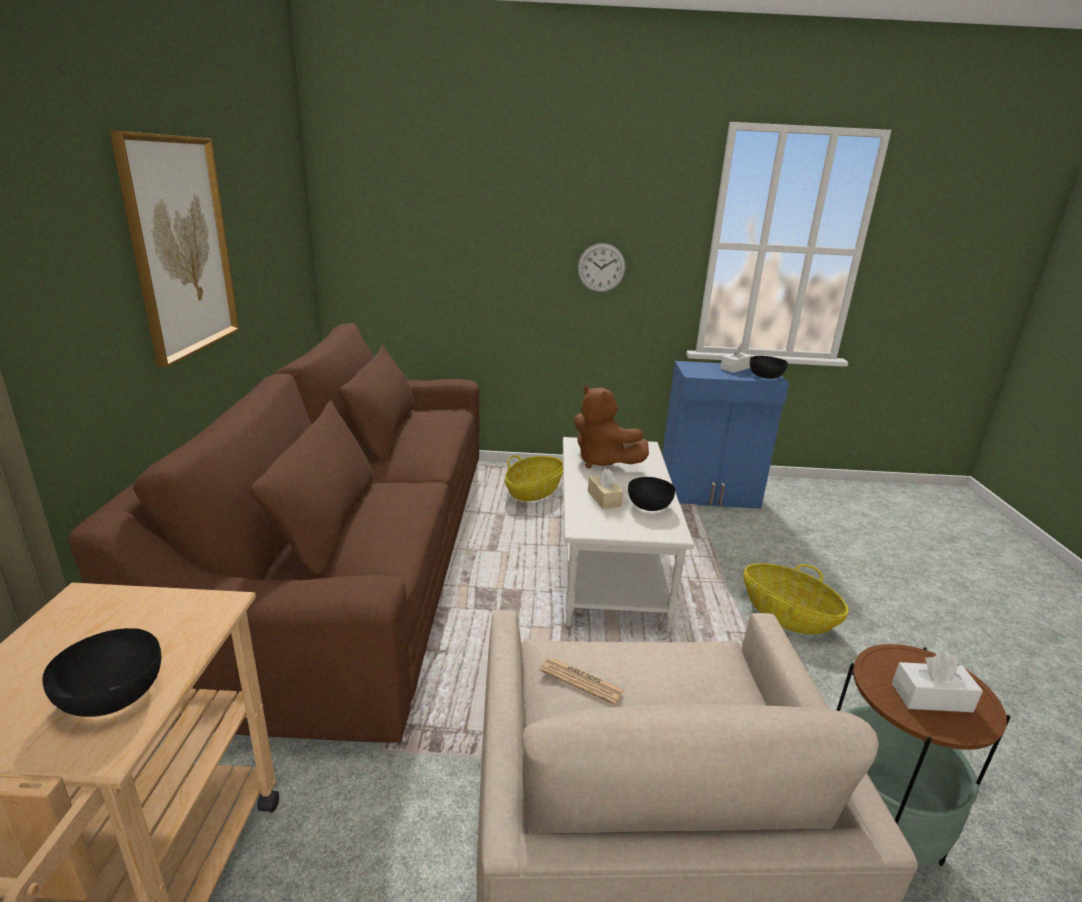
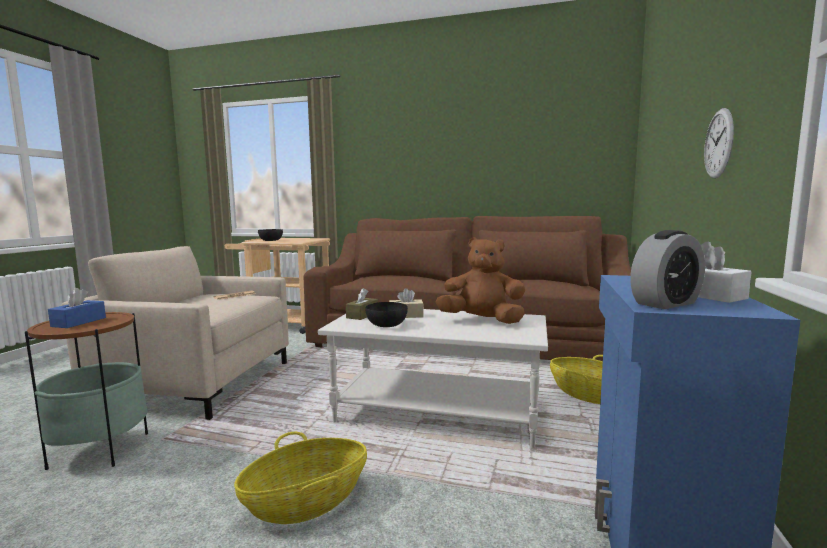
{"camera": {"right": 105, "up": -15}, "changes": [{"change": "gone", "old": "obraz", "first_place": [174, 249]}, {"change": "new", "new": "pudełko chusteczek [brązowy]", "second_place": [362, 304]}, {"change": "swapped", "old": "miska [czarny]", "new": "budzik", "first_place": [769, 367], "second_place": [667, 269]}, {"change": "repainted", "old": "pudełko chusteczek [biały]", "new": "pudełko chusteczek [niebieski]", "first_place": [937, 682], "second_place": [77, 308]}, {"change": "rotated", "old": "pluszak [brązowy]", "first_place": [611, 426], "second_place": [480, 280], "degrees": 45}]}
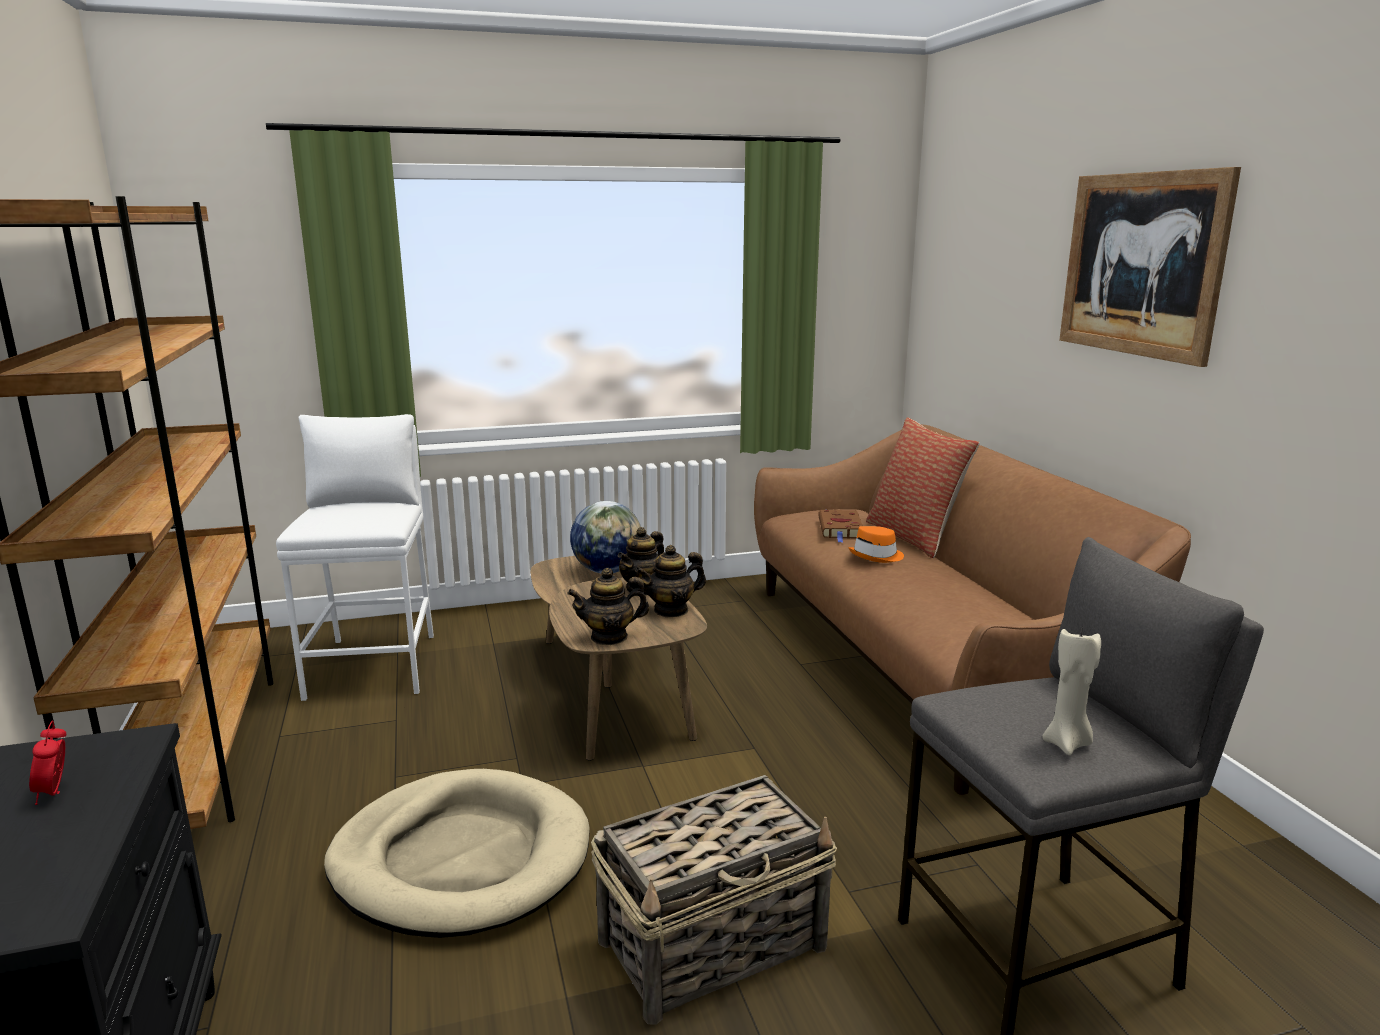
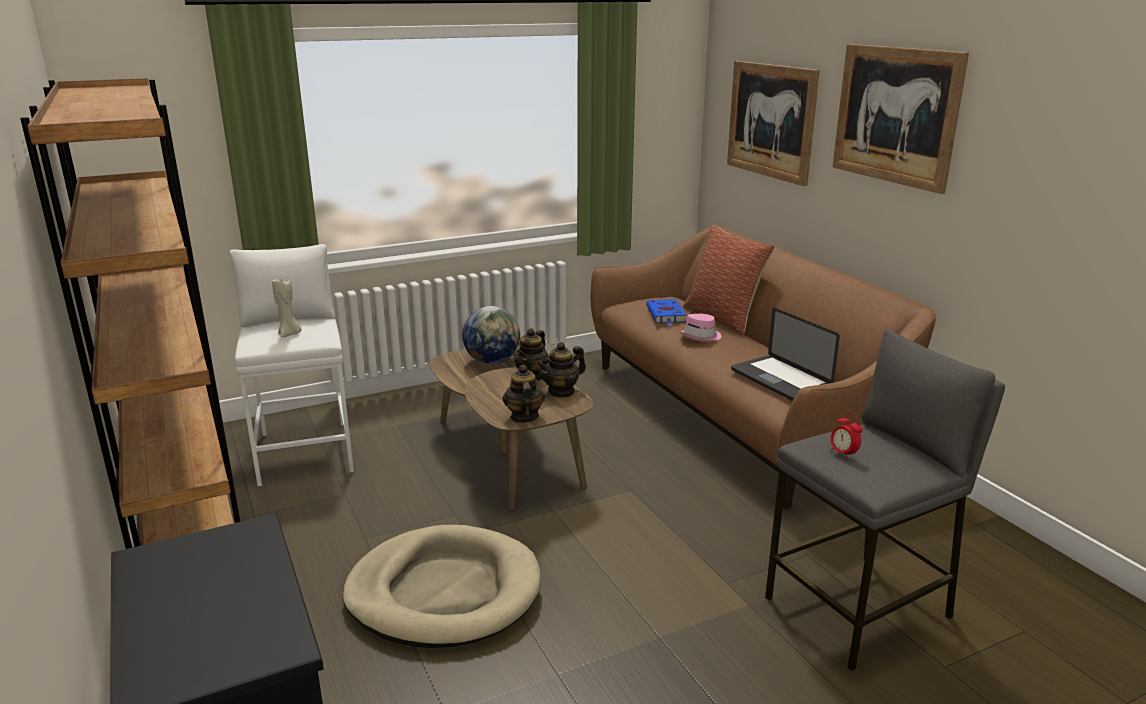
{"camera": {"right": -10, "up": 5}, "changes": [{"change": "gone", "old": "koszyk", "first_place": [714, 900]}, {"change": "new", "new": "obraz", "second_place": [773, 123]}, {"change": "new", "new": "laptop", "second_place": [785, 354]}, {"change": "shifted", "old": "budzik", "first_place": [47, 763], "second_place": [846, 436]}, {"change": "shifted", "old": "świeca [beżowy]", "first_place": [1071, 692], "second_place": [286, 308]}, {"change": "repainted", "old": "książka [brązowy]", "new": "książka [niebieski]", "first_place": [840, 526], "second_place": [666, 313]}, {"change": "repainted", "old": "kapelusz [pomarańczowy]", "new": "kapelusz [różowy]", "first_place": [876, 544], "second_place": [700, 328]}, {"change": "rotated", "old": "imbryk", "first_place": [608, 606], "second_place": [524, 394], "degrees": 105}]}
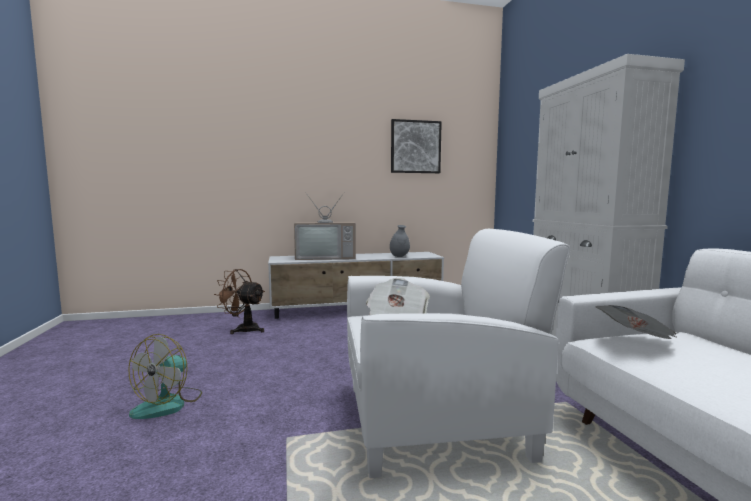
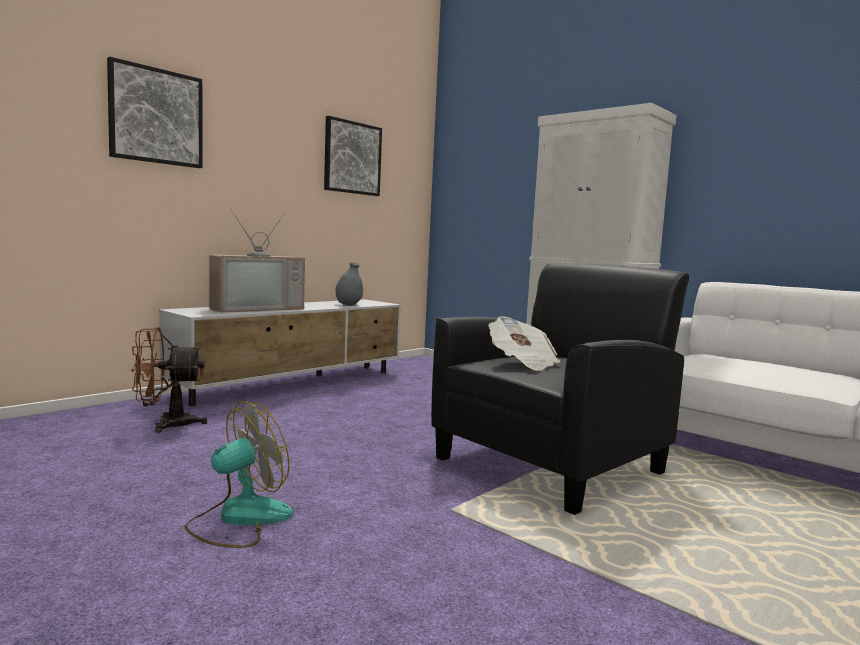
{"camera": {"right": -35, "up": 0}, "changes": [{"change": "gone", "old": "gazeta", "first_place": [635, 322]}, {"change": "new", "new": "obraz", "second_place": [155, 112]}, {"change": "repainted", "old": "fotel [biały]", "new": "fotel [czarny]", "first_place": [458, 353], "second_place": [560, 389]}, {"change": "rotated", "old": "wentylator", "first_place": [165, 376], "second_place": [239, 474], "degrees": -120}]}
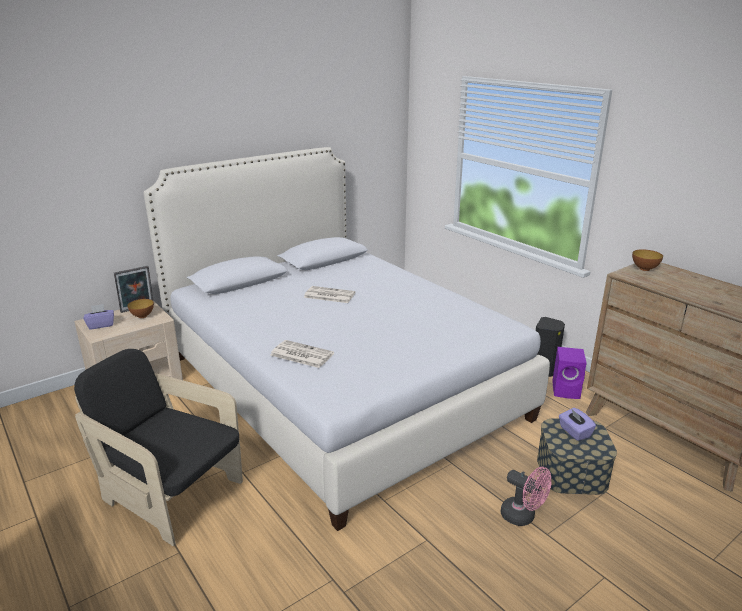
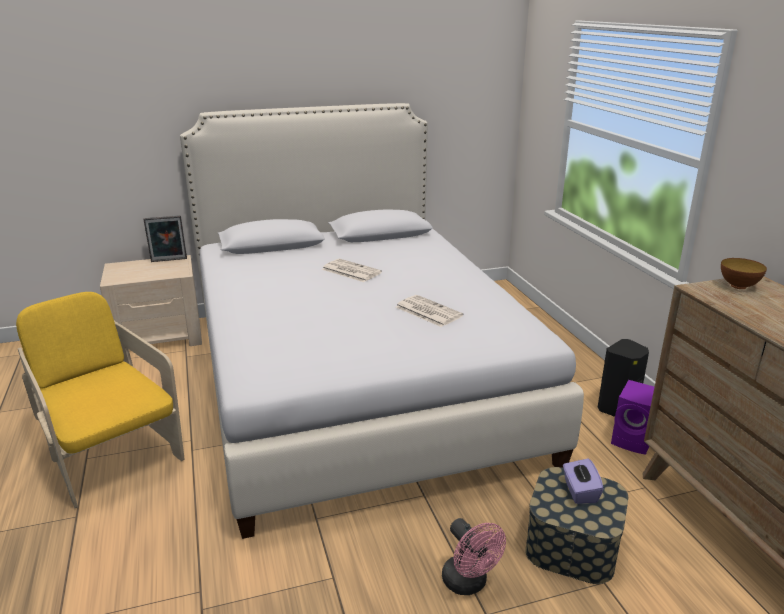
{"camera": {"right": 20, "up": 0}, "changes": [{"change": "gone", "old": "pudełko chusteczek [fioletowy]", "first_place": [99, 317]}, {"change": "gone", "old": "miska", "first_place": [140, 308]}, {"change": "shifted", "old": "gazeta", "first_place": [302, 354], "second_place": [430, 311]}, {"change": "repainted", "old": "fotel [czarny]", "new": "fotel [żółty]", "first_place": [158, 447], "second_place": [100, 400]}]}
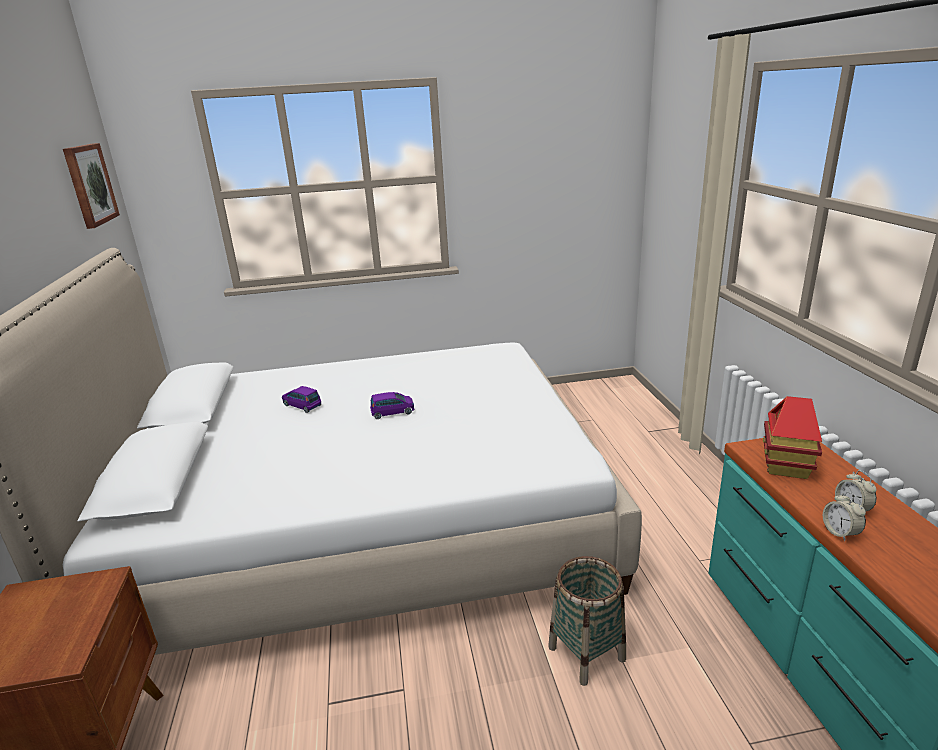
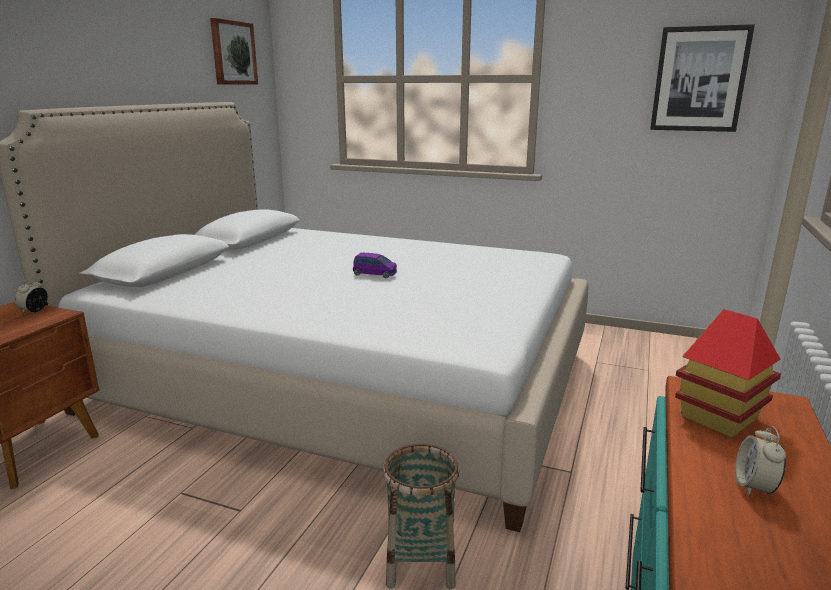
{"camera": {"right": 30, "up": -5}, "changes": [{"change": "gone", "old": "samochodzik [fioletowy]", "first_place": [301, 399]}, {"change": "new", "new": "obraz", "second_place": [702, 78]}, {"change": "shifted", "old": "budzik", "first_place": [844, 516], "second_place": [31, 295]}]}
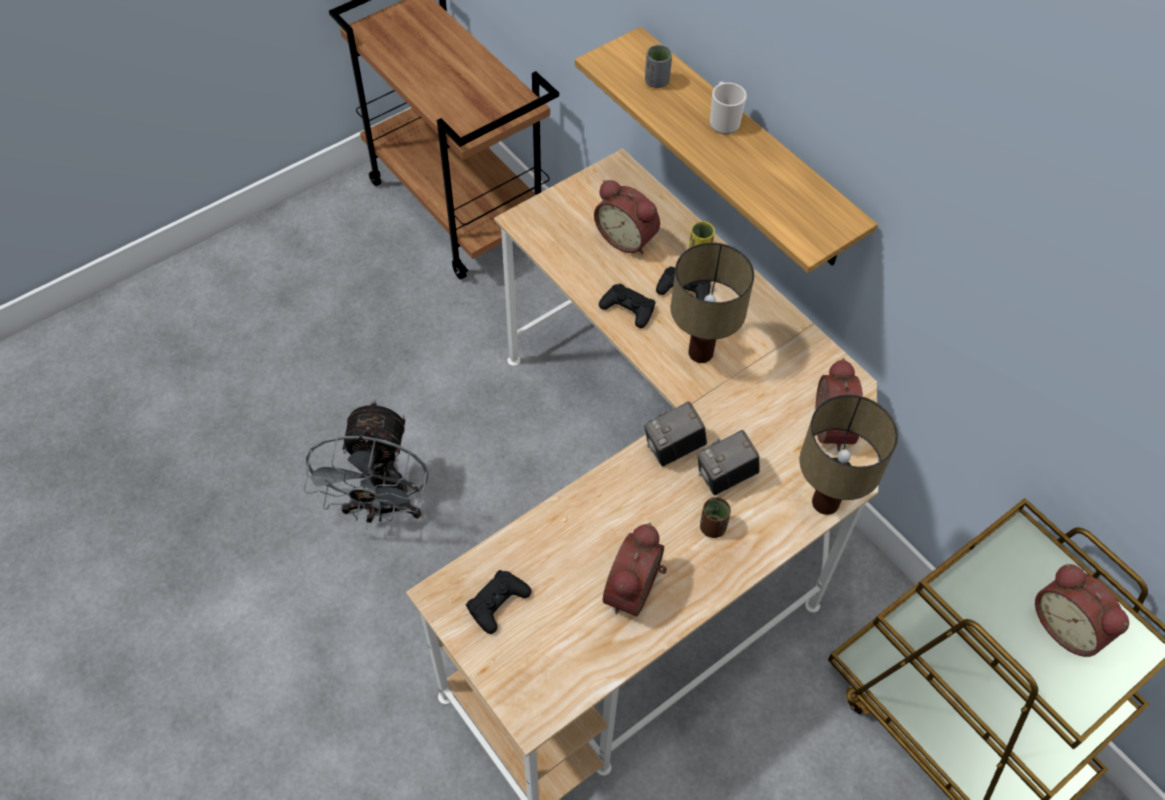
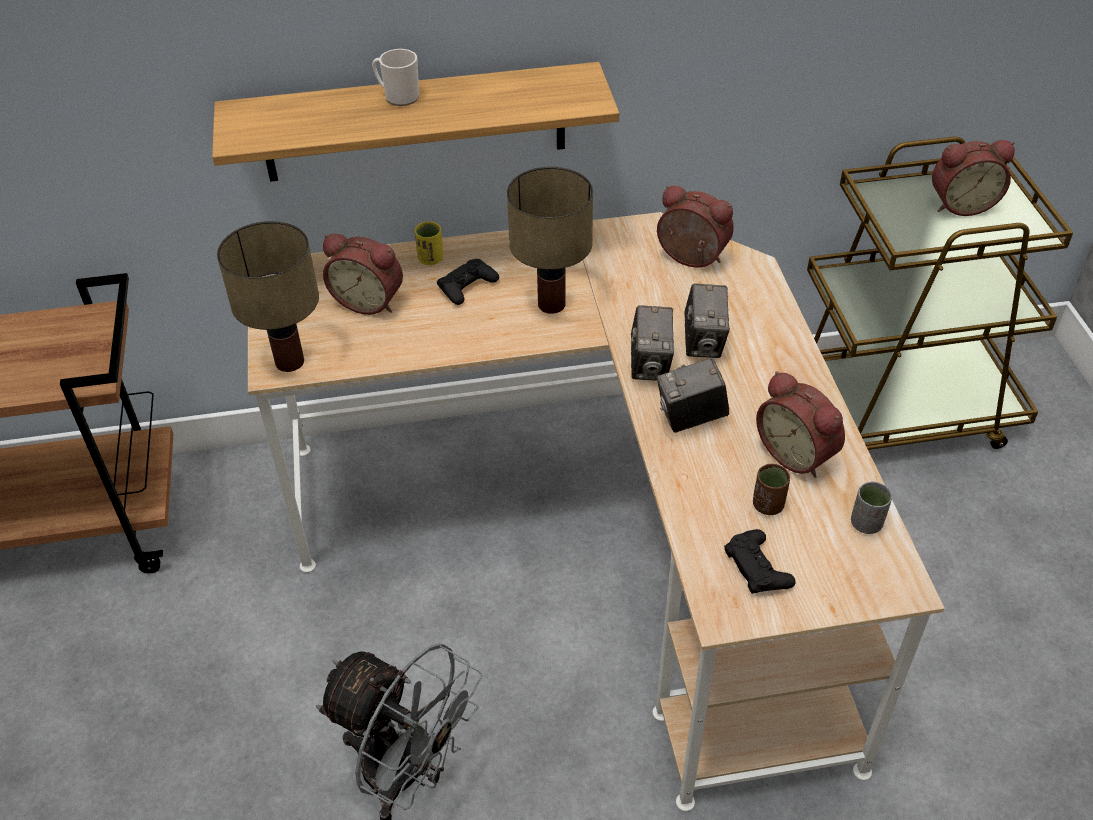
{"camera": {"right": -60, "up": -10}, "changes": [{"change": "gone", "old": "pad do gier [czarny]", "first_place": [627, 306]}, {"change": "new", "new": "aparat fotograficzny", "second_place": [693, 395]}, {"change": "shifted", "old": "filiżanka [szary]", "first_place": [658, 66], "second_place": [871, 507]}, {"change": "shifted", "old": "filiżanka [brązowy]", "first_place": [715, 517], "second_place": [771, 489]}, {"change": "shifted", "old": "lampa stołowa", "first_place": [849, 455], "second_place": [268, 296]}, {"change": "rotated", "old": "budzik", "first_place": [627, 217], "second_place": [363, 274], "degrees": 45}]}
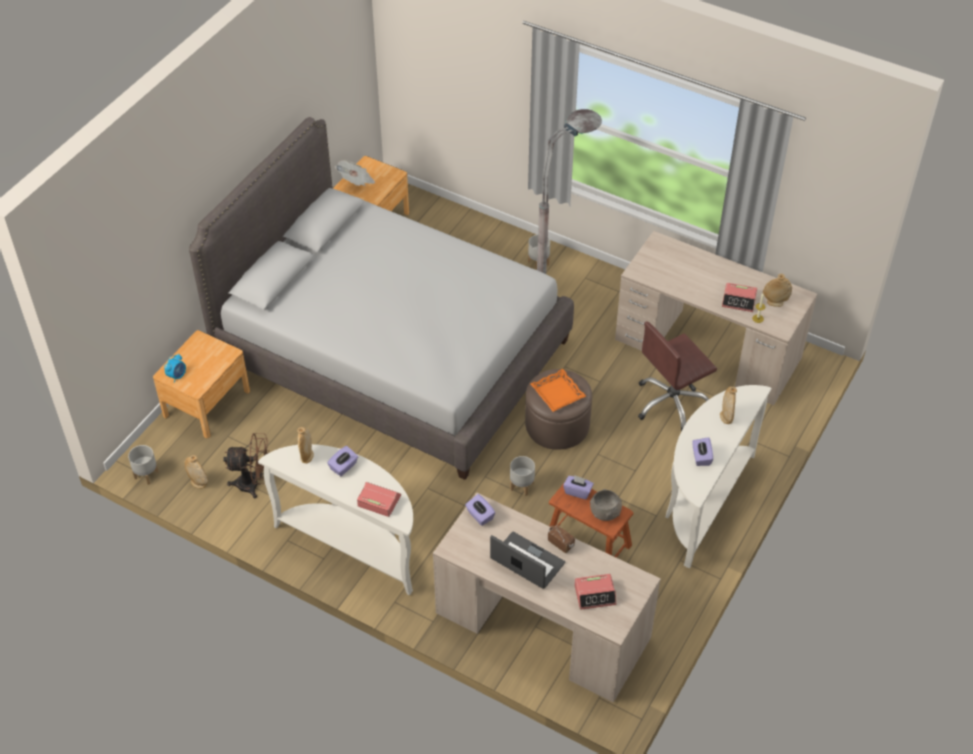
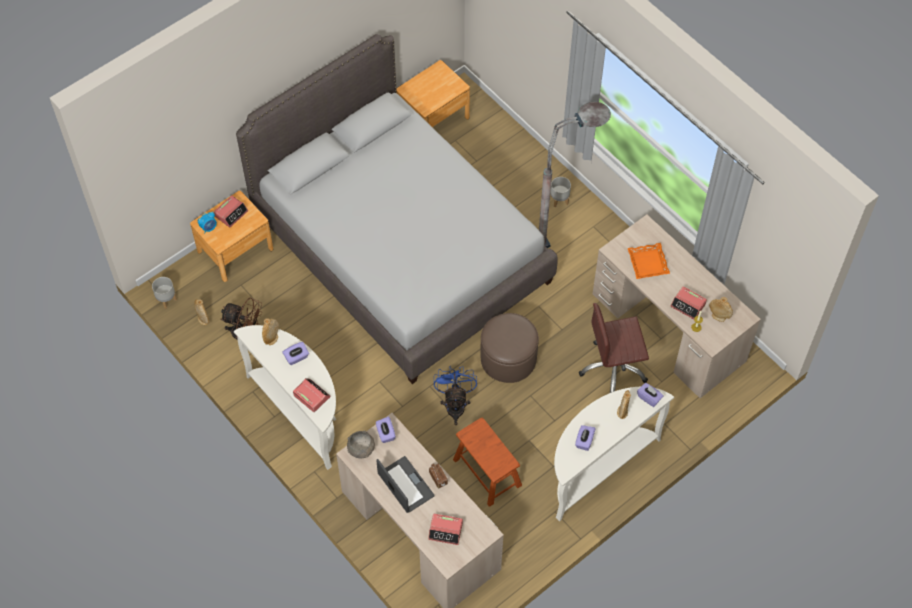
{"camera": {"right": 20, "up": 10}, "changes": [{"change": "gone", "old": "gazeta", "first_place": [355, 173]}, {"change": "new", "new": "budzik", "second_place": [231, 212]}, {"change": "shifted", "old": "taca [pomarańczowy]", "first_place": [558, 390], "second_place": [649, 261]}, {"change": "shifted", "old": "pudełko chusteczek [fioletowy]", "first_place": [578, 487], "second_place": [650, 395]}, {"change": "shifted", "old": "miska [szary]", "first_place": [606, 505], "second_place": [361, 444]}, {"change": "swapped", "old": "donica [szary]", "new": "wentylator [niebieski]", "first_place": [522, 476], "second_place": [455, 395]}]}
